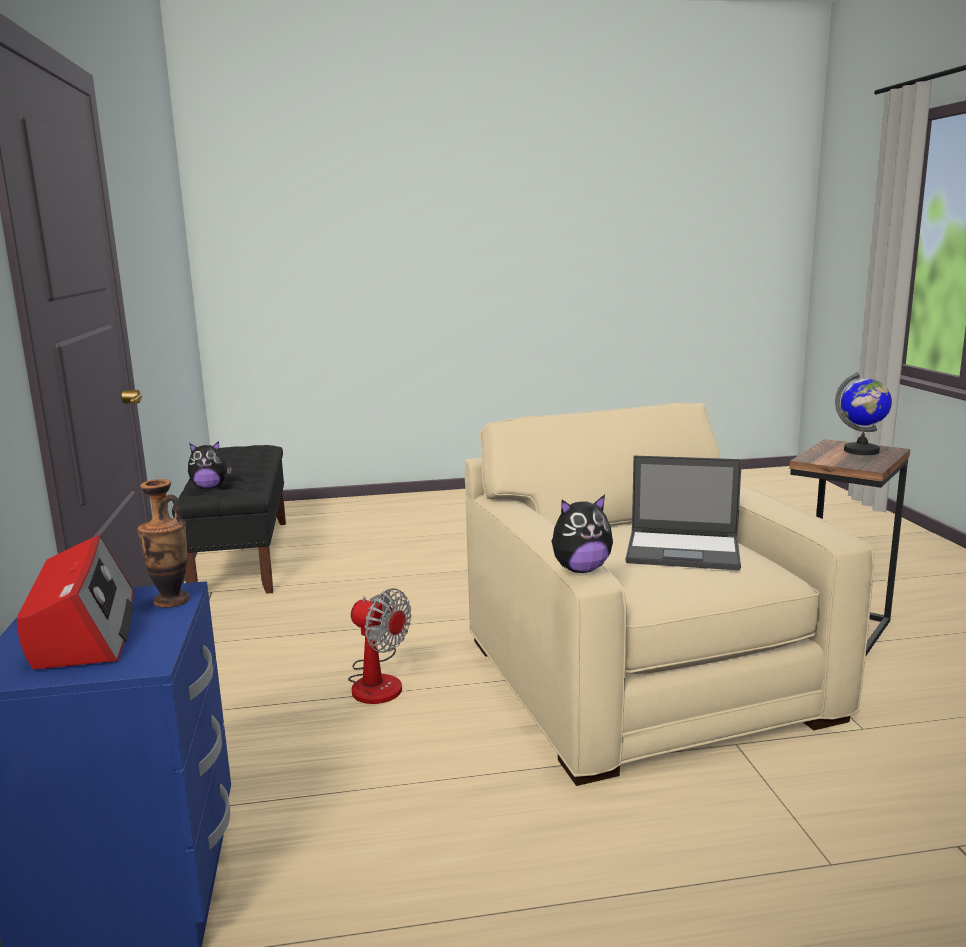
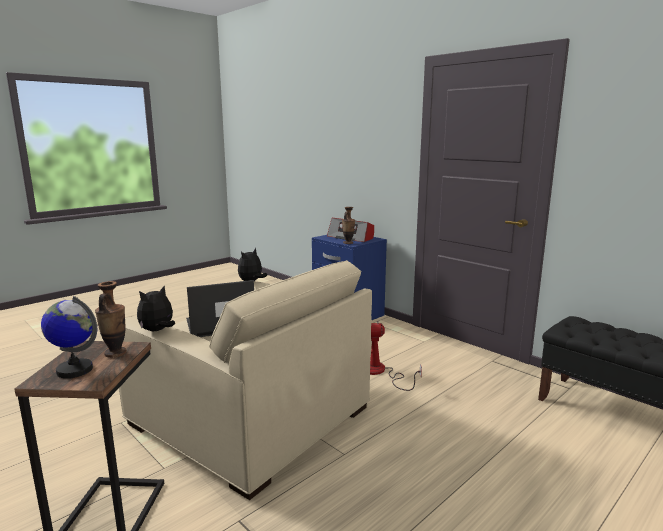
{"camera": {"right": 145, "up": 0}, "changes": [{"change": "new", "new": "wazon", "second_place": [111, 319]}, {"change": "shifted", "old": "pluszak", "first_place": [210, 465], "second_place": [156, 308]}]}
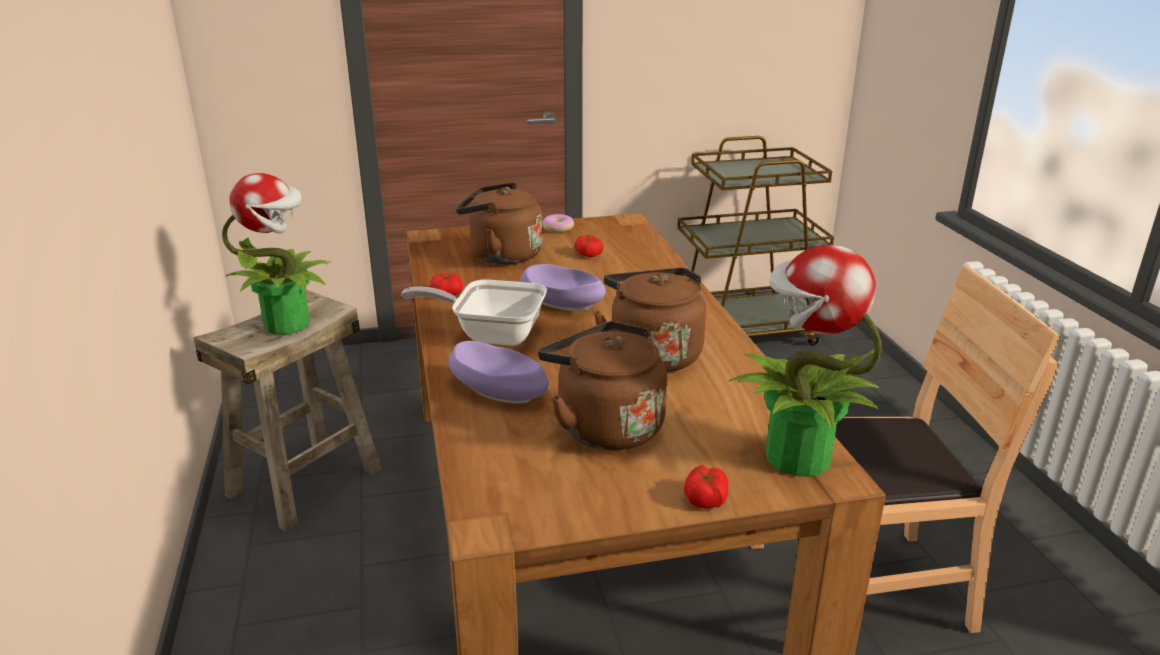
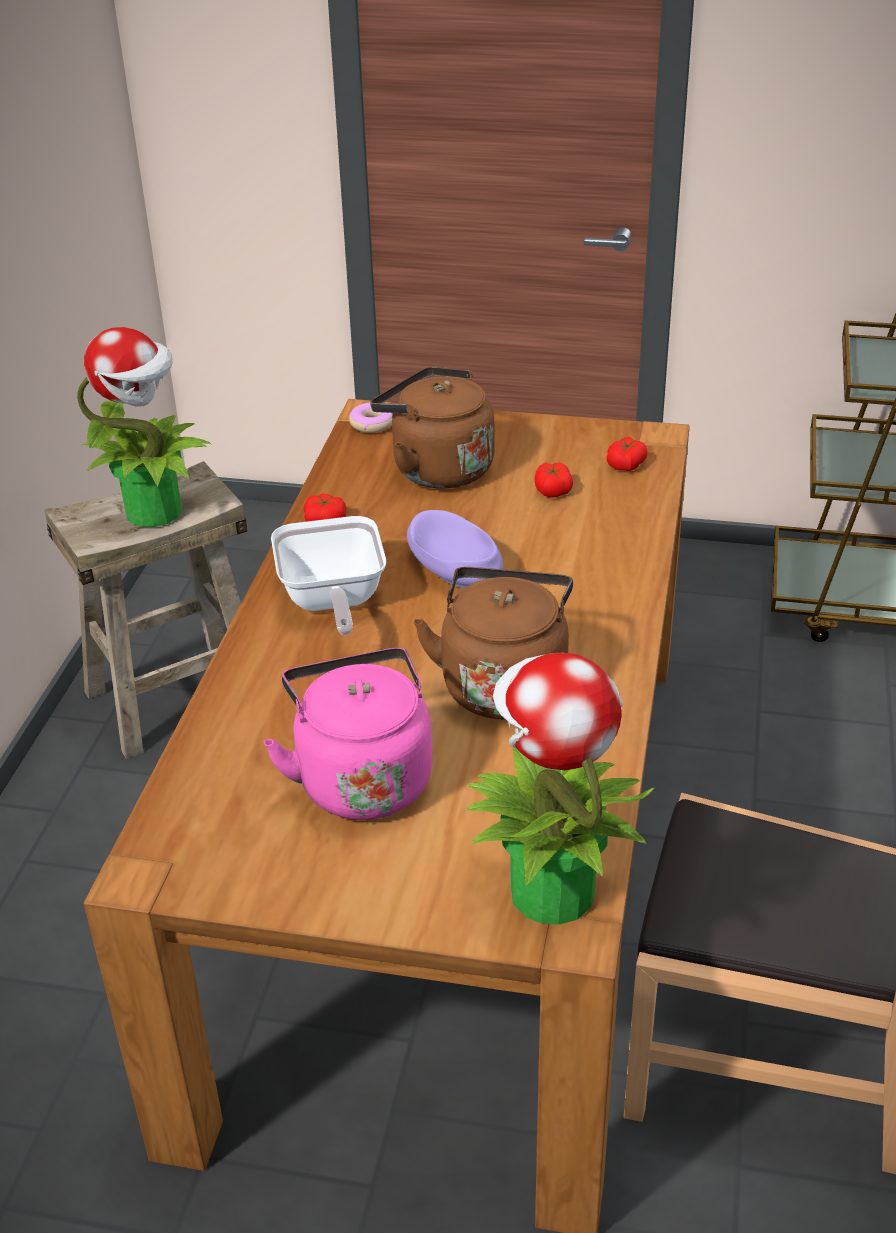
{"camera": {"right": 25, "up": 10}, "changes": [{"change": "gone", "old": "miska [fioletowy]", "first_place": [498, 372]}, {"change": "shifted", "old": "donut", "first_place": [558, 223], "second_place": [371, 418]}, {"change": "shifted", "old": "pomidor", "first_place": [706, 487], "second_place": [627, 454]}, {"change": "repainted", "old": "czajnik [brązowy]", "new": "czajnik [różowy]", "first_place": [602, 385], "second_place": [347, 734]}, {"change": "rotated", "old": "patelnia", "first_place": [474, 313], "second_place": [328, 575], "degrees": -135}]}
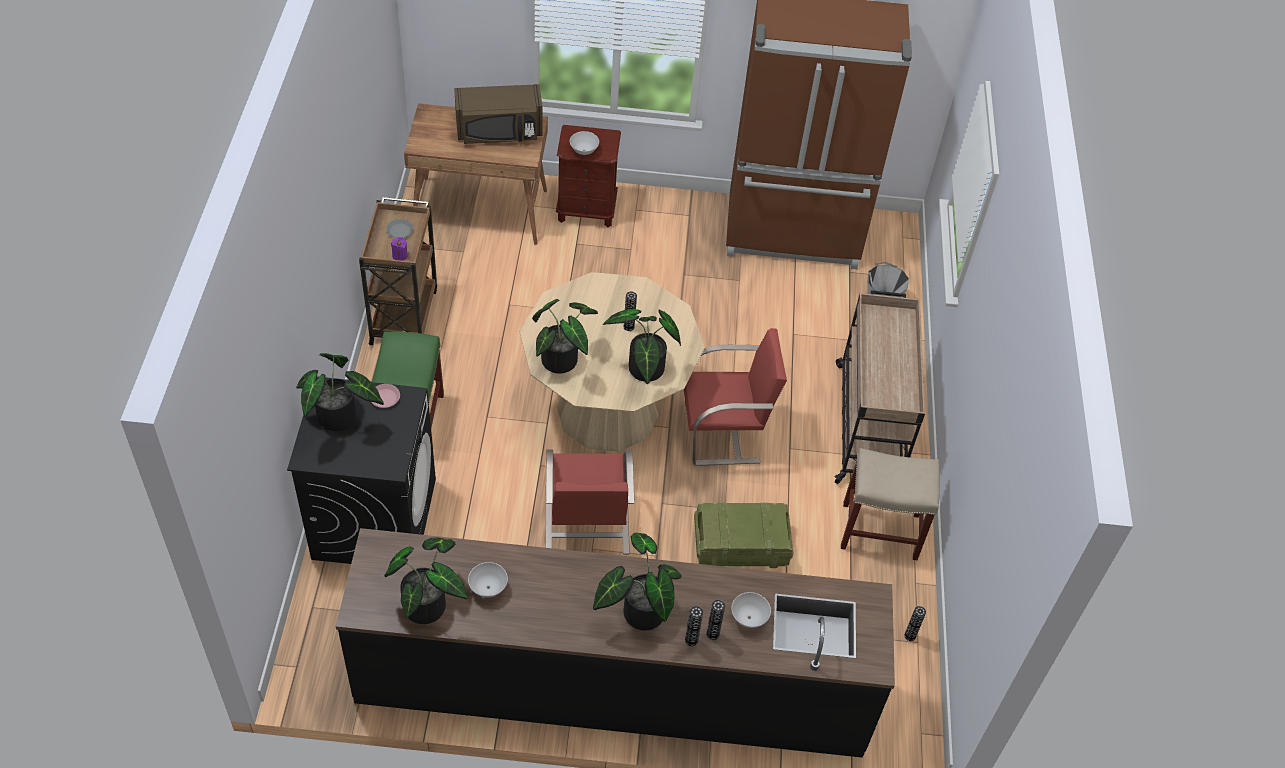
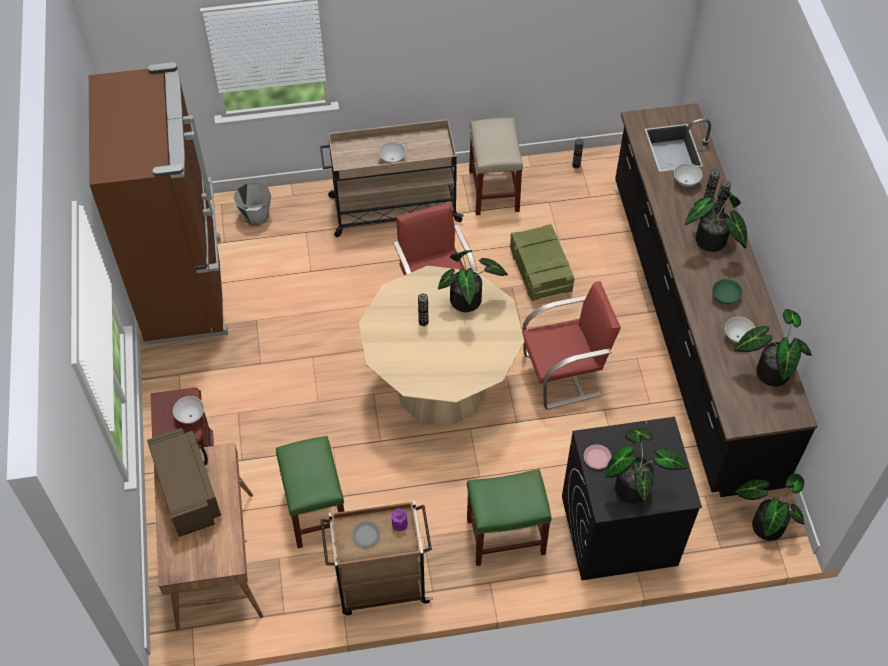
{"camera": {"right": -100, "up": 5}, "changes": [{"change": "new", "new": "stołek [zielony]", "second_place": [310, 492]}, {"change": "new", "new": "miska [biały]", "second_place": [392, 152]}, {"change": "new", "new": "miska [zielony]", "second_place": [727, 291]}, {"change": "shifted", "old": "roślina doniczkowa", "first_place": [565, 336], "second_place": [769, 507]}]}
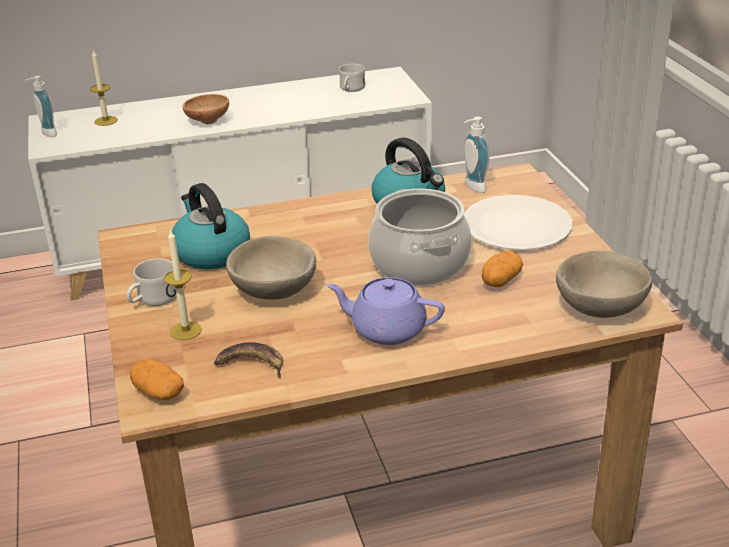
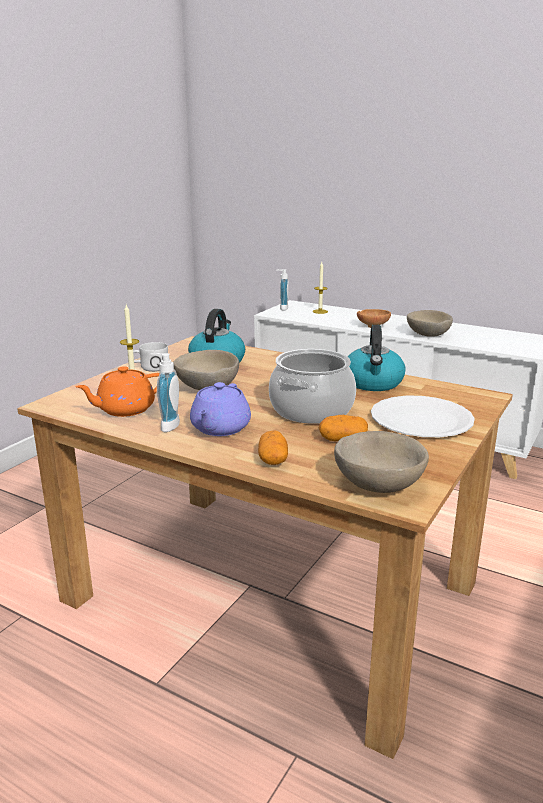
{"camera": {"right": 45, "up": -10}, "changes": [{"change": "gone", "old": "kubek [biały]", "first_place": [352, 78]}, {"change": "new", "new": "miska [beżowy]", "second_place": [430, 323]}, {"change": "shifted", "old": "ziemniak", "first_place": [157, 379], "second_place": [273, 447]}, {"change": "shifted", "old": "dozownik mydła", "first_place": [476, 155], "second_place": [165, 392]}, {"change": "swapped", "old": "banan", "new": "imbryk [pomarańczowy]", "first_place": [248, 360], "second_place": [117, 391]}, {"change": "rotated", "old": "imbryk [fioletowy]", "first_place": [385, 311], "second_place": [220, 409], "degrees": -135}]}
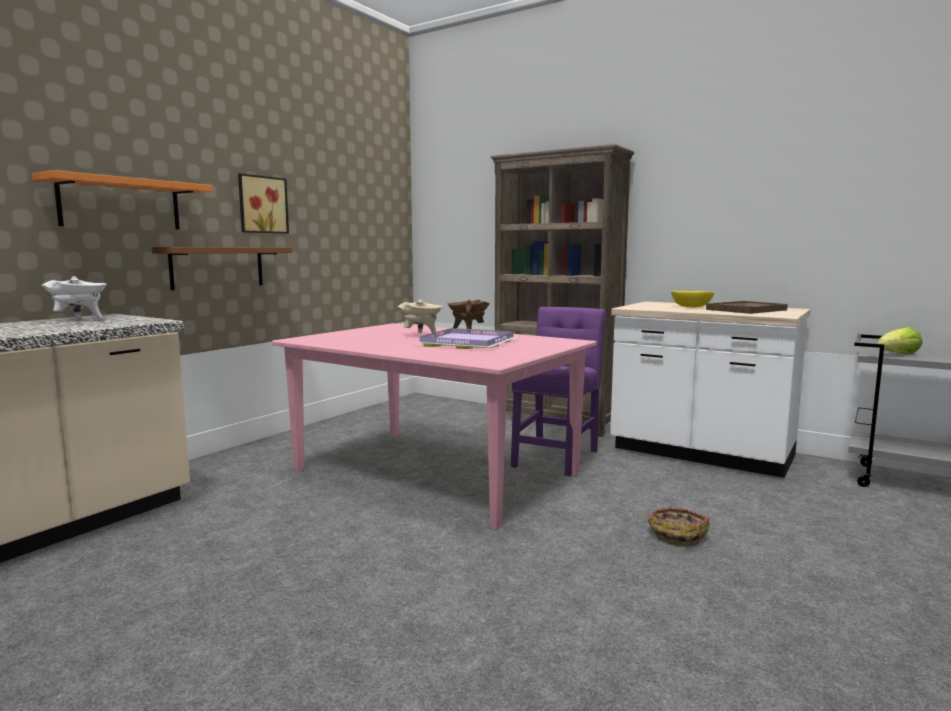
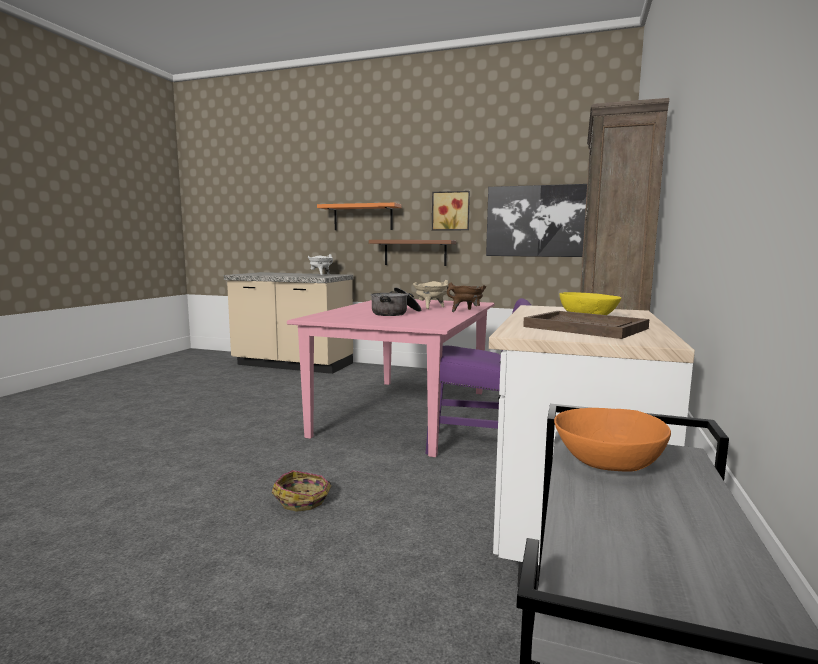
{"camera": {"right": 75, "up": 0}, "changes": [{"change": "new", "new": "obraz", "second_place": [536, 220]}, {"change": "swapped", "old": "taca [fioletowy]", "new": "garnek", "first_place": [466, 338], "second_place": [396, 301]}, {"change": "swapped", "old": "sałata", "new": "miska [pomarańczowy]", "first_place": [900, 340], "second_place": [612, 440]}]}
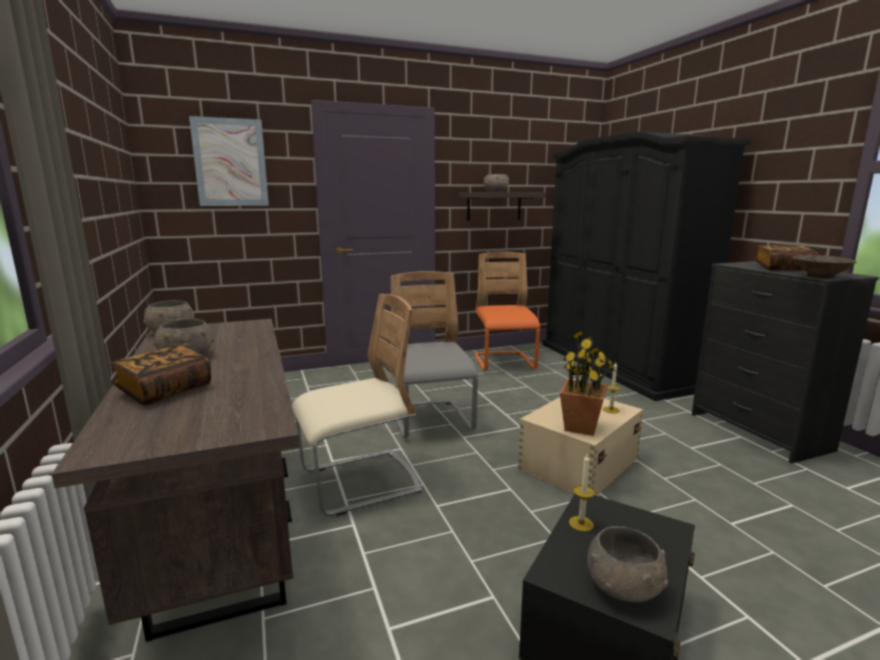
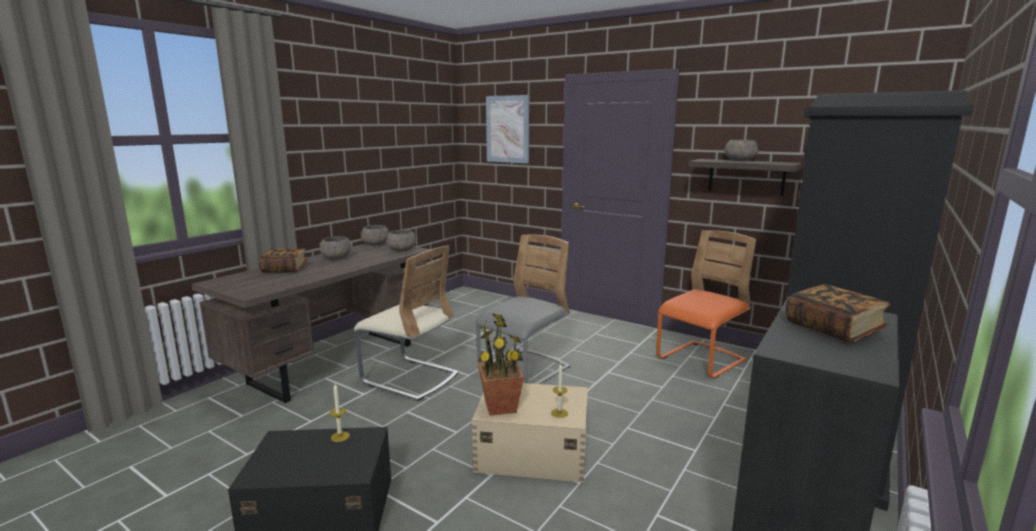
{"camera": {"right": 55, "up": 0}, "changes": [{"change": "gone", "old": "miska [brązowy]", "first_place": [824, 267]}, {"change": "shifted", "old": "miska [szary]", "first_place": [627, 564], "second_place": [400, 241]}]}
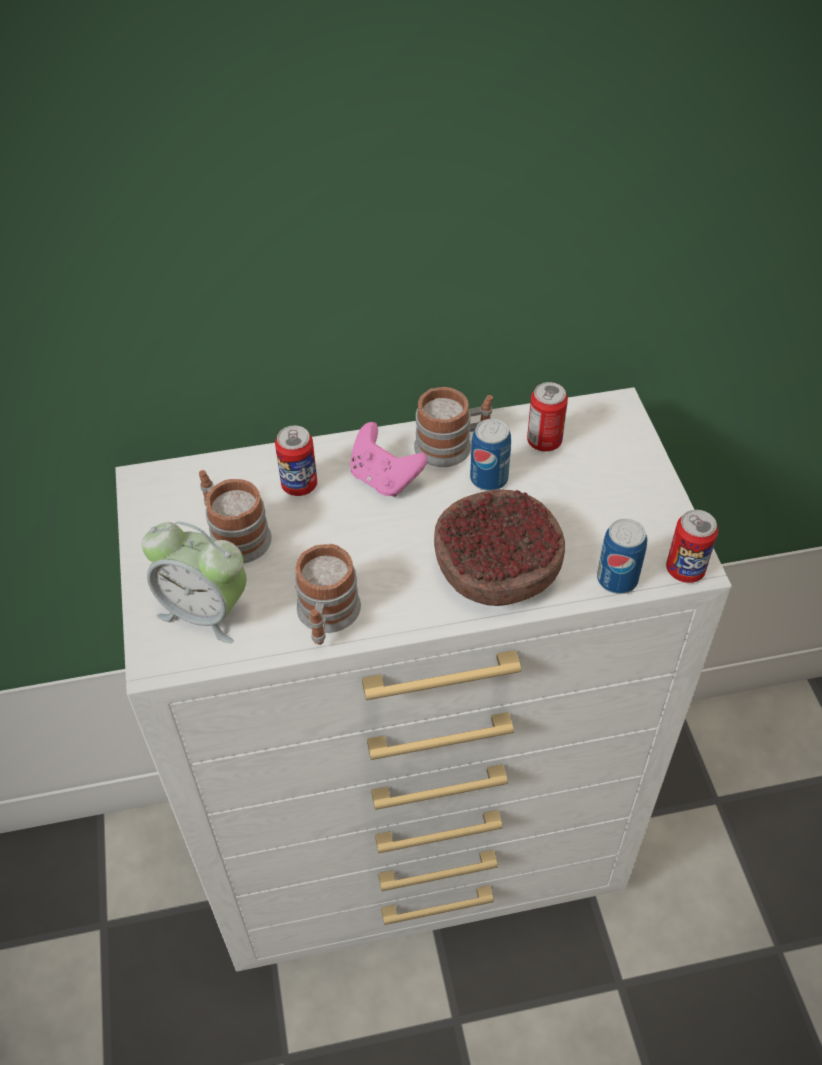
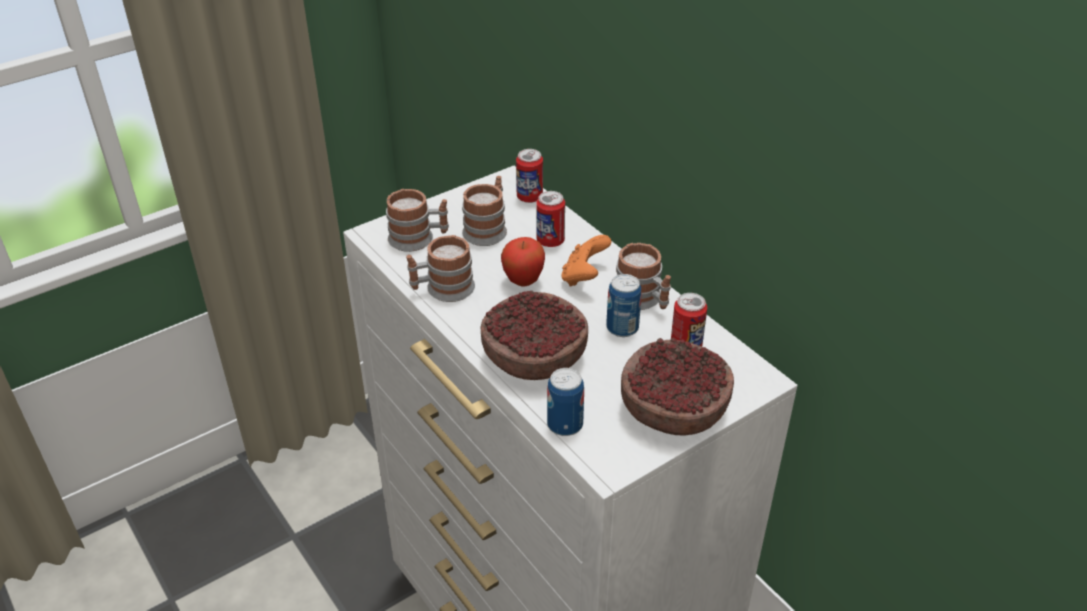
{"camera": {"right": 65, "up": -10}, "changes": [{"change": "new", "new": "jabłko", "second_place": [523, 262]}, {"change": "new", "new": "miska", "second_place": [677, 386]}, {"change": "shifted", "old": "puszka", "first_place": [692, 546], "second_place": [529, 176]}, {"change": "swapped", "old": "budzik", "new": "kubek", "first_place": [194, 582], "second_place": [417, 220]}, {"change": "repainted", "old": "pad do gier [różowy]", "new": "pad do gier [pomarańczowy]", "first_place": [388, 459], "second_place": [586, 261]}]}
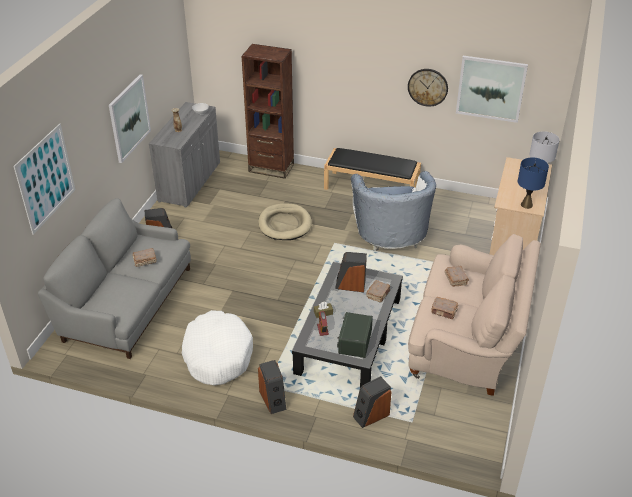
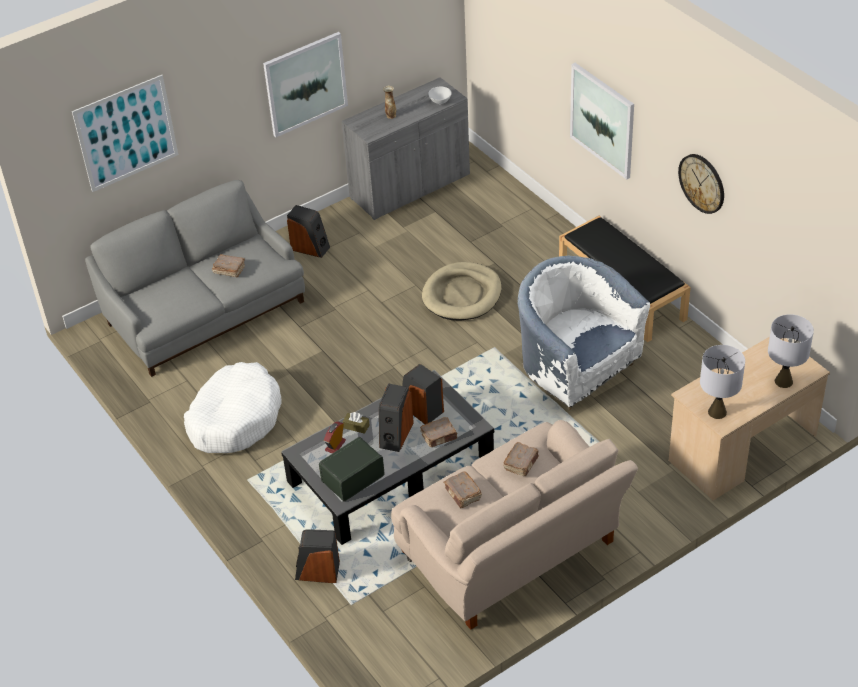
{"camera": {"right": 40, "up": 5}, "changes": [{"change": "gone", "old": "regał [brązowy]", "first_place": [268, 111]}, {"change": "shifted", "old": "głośnik", "first_place": [272, 387], "second_place": [396, 417]}, {"change": "shifted", "old": "obraz", "first_place": [492, 89], "second_place": [602, 121]}, {"change": "repainted", "old": "lampa stołowa [niebieski]", "new": "lampa stołowa [szary]", "first_place": [533, 183], "second_place": [722, 382]}, {"change": "rotated", "old": "fotel [biały]", "first_place": [393, 211], "second_place": [583, 333], "degrees": 105}]}
